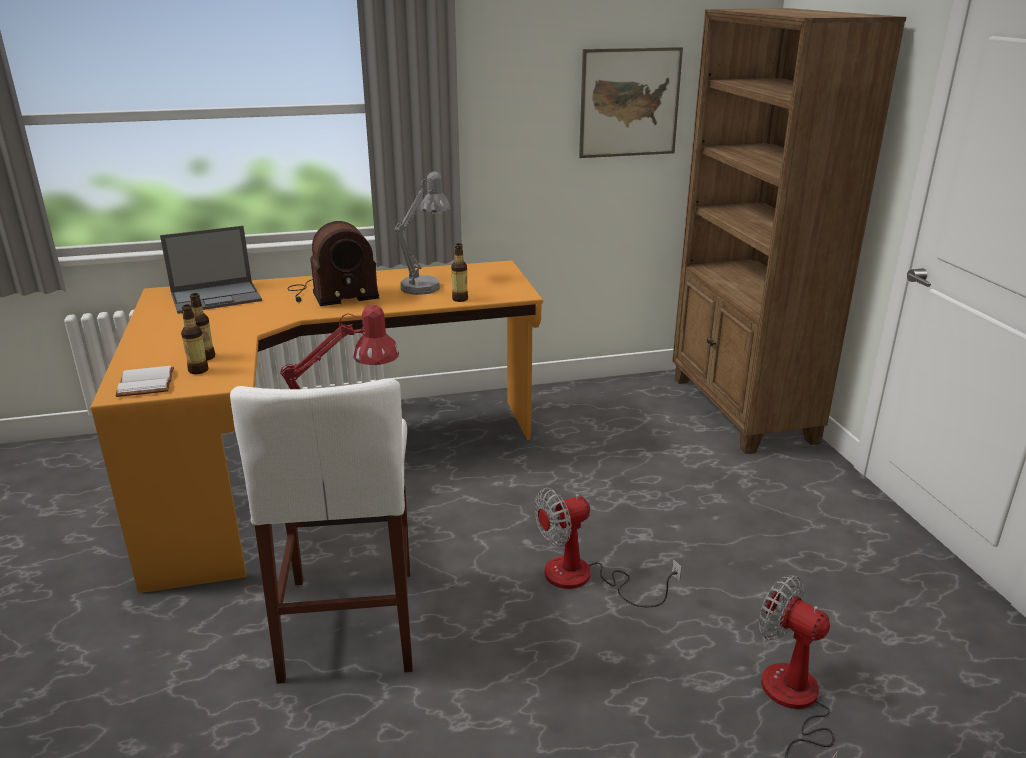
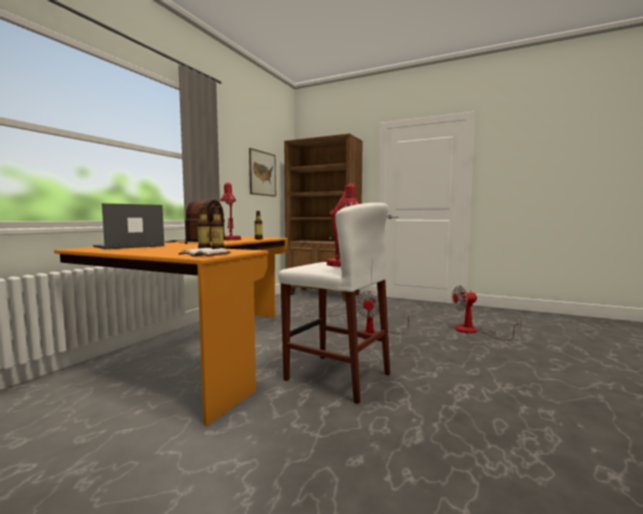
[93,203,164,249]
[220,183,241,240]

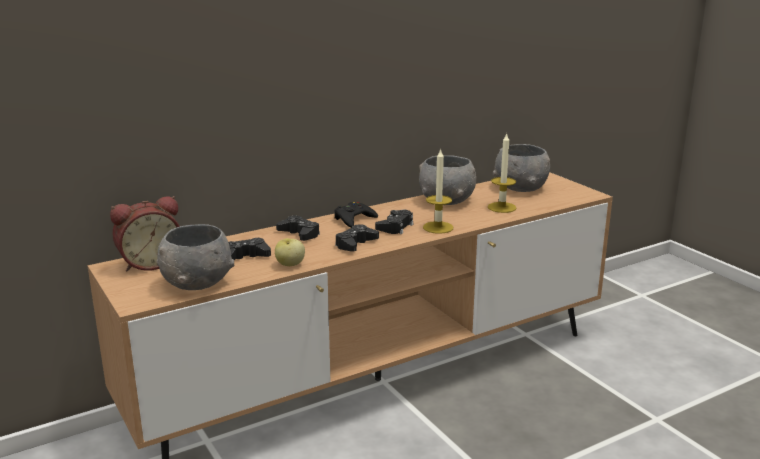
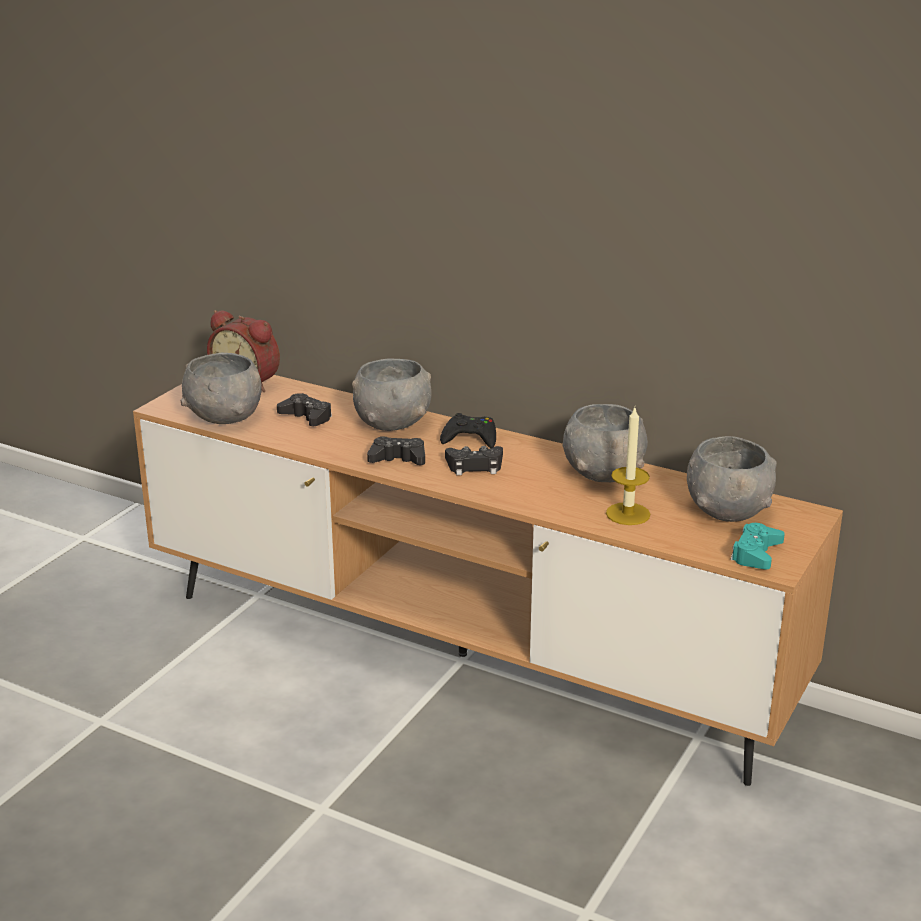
[352,358,432,431]
[730,523,785,569]
[275,238,305,266] (first image)
[423,148,453,234] (first image)

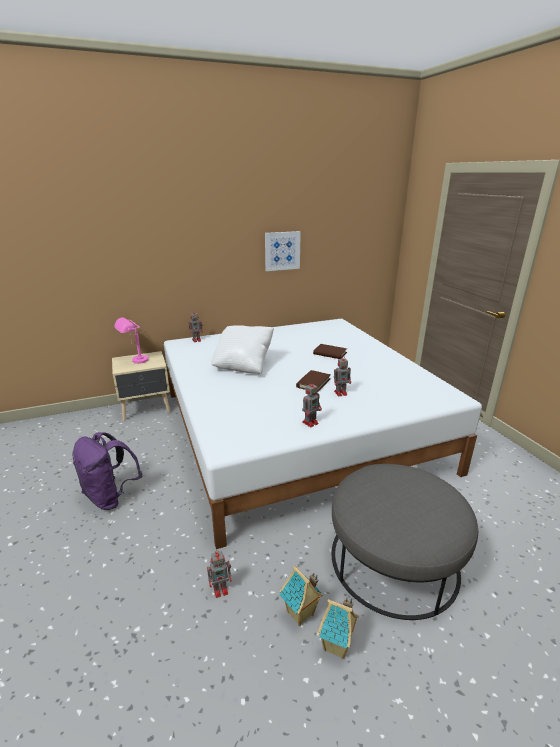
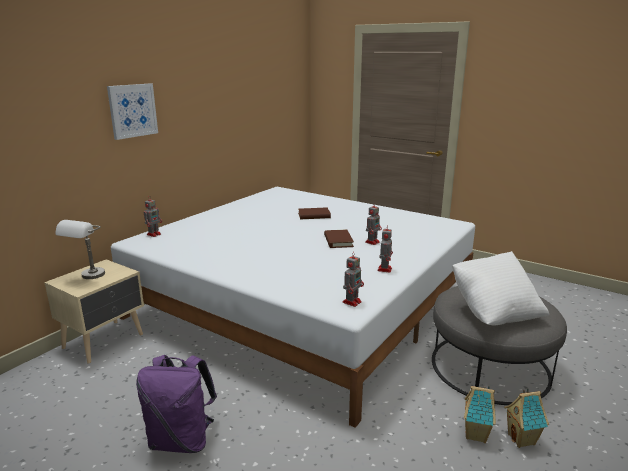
[55,220,105,279]
[107,83,158,140]
[342,253,364,307]
[452,251,549,325]

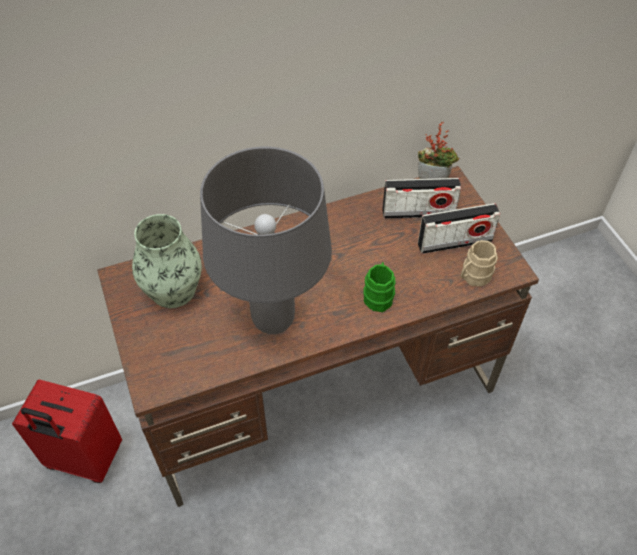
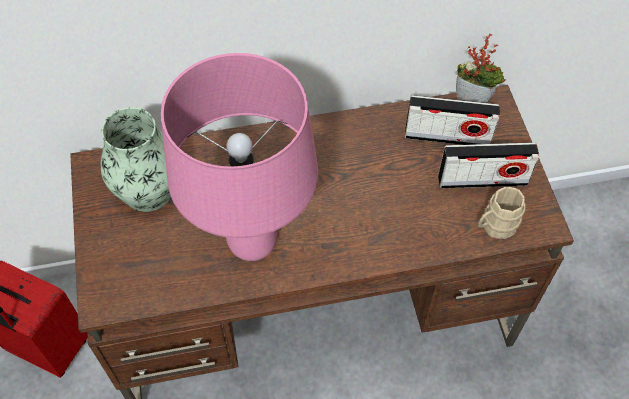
[161,53,318,261]
[363,262,396,312] (first image)

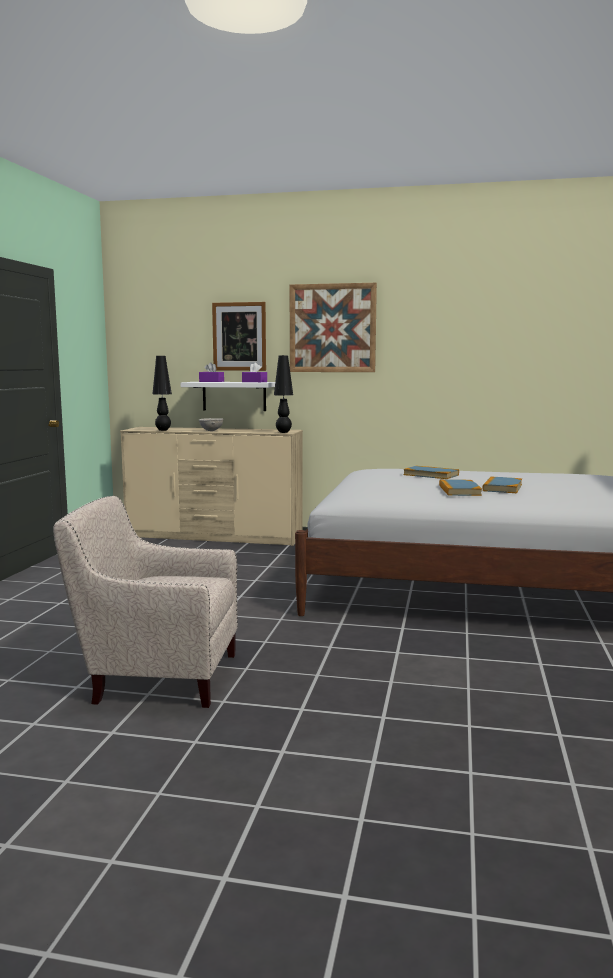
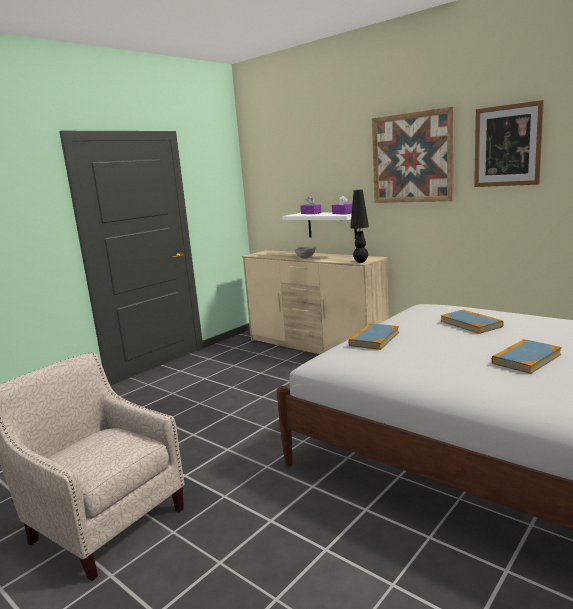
[348,323,399,350]
[474,100,544,187]
[153,356,172,431] (first image)

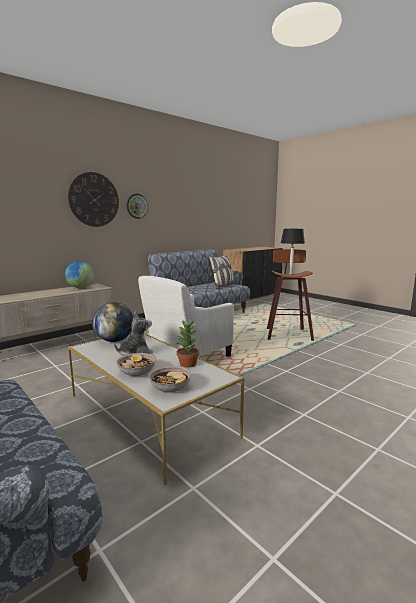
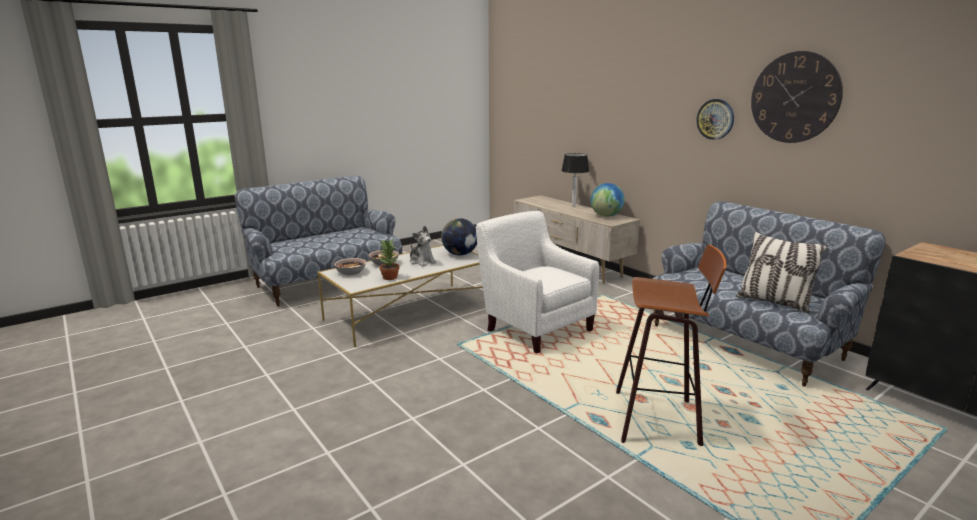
[561,153,589,207]
[751,51,843,143]

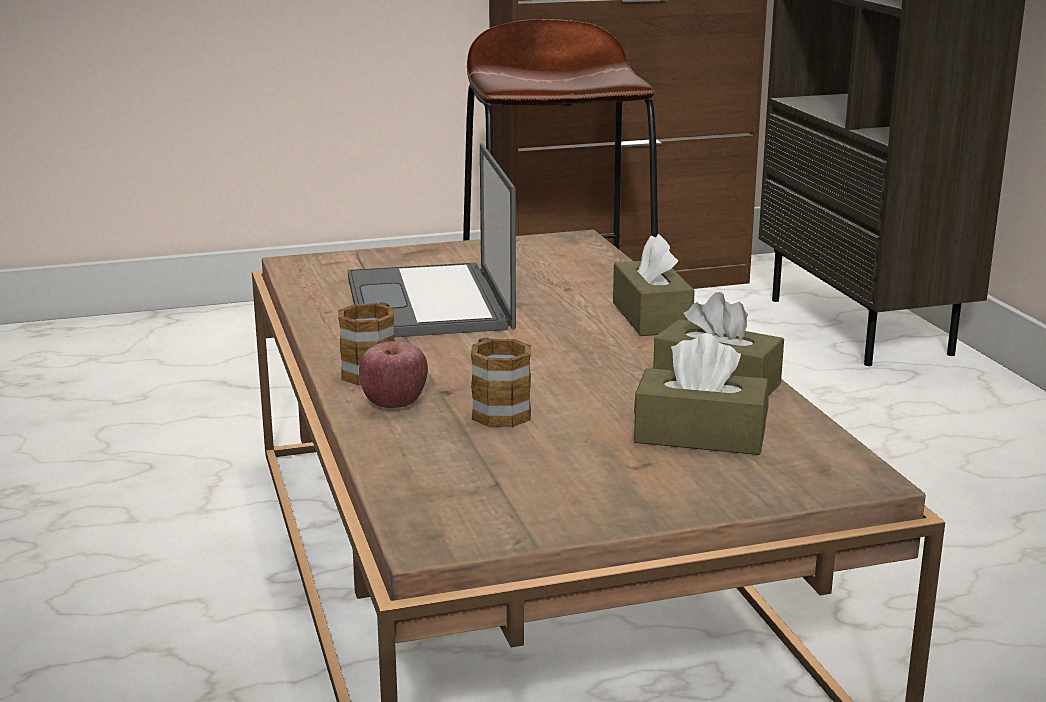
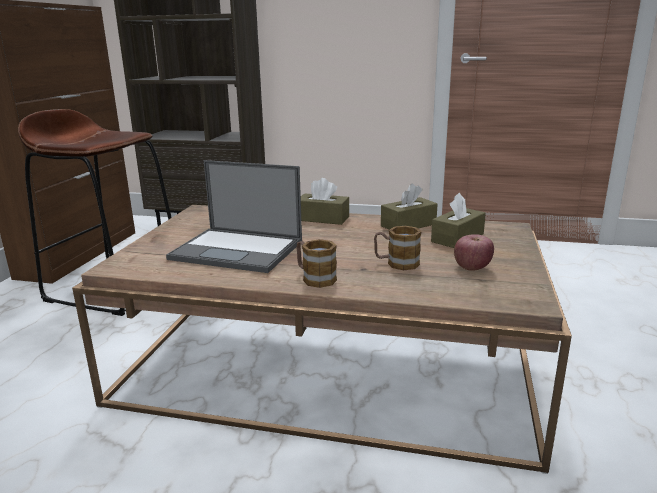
[454,234,494,271]

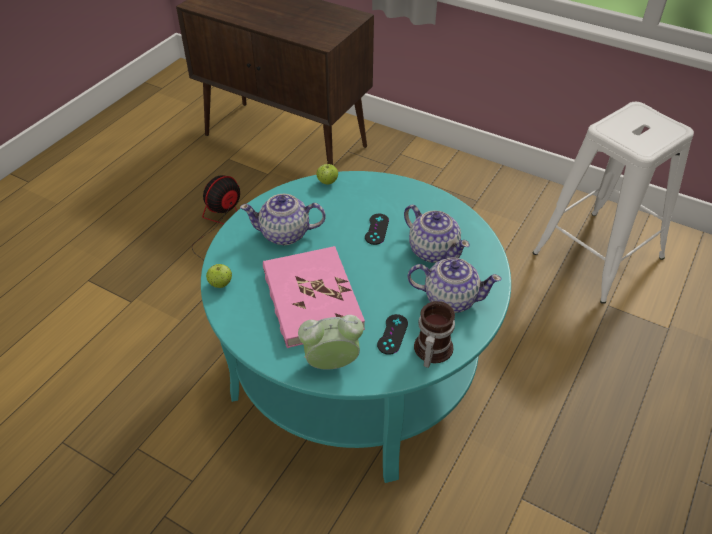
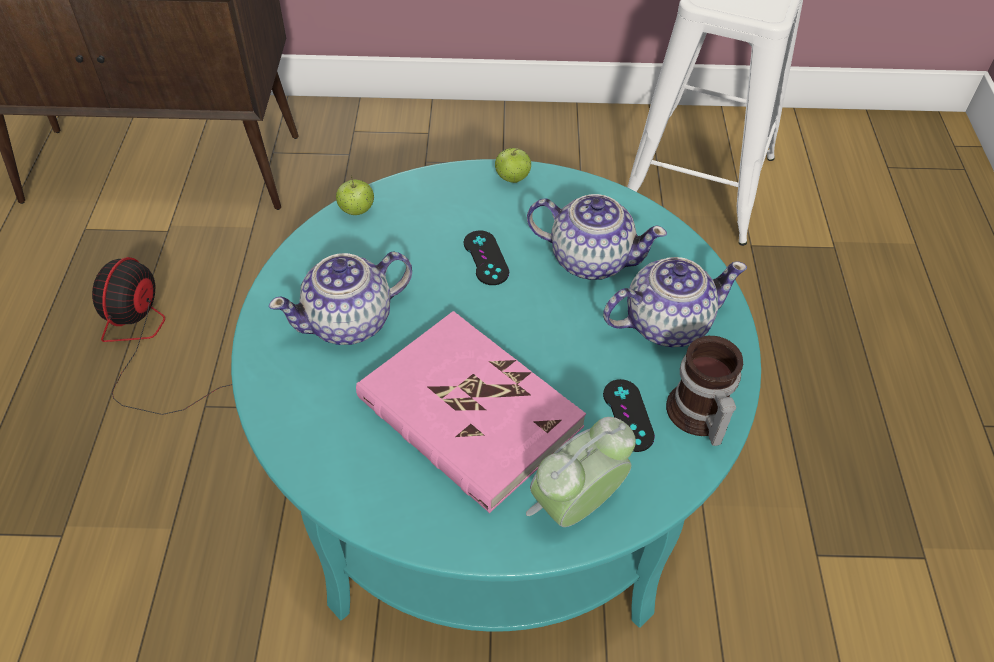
[495,148,531,183]

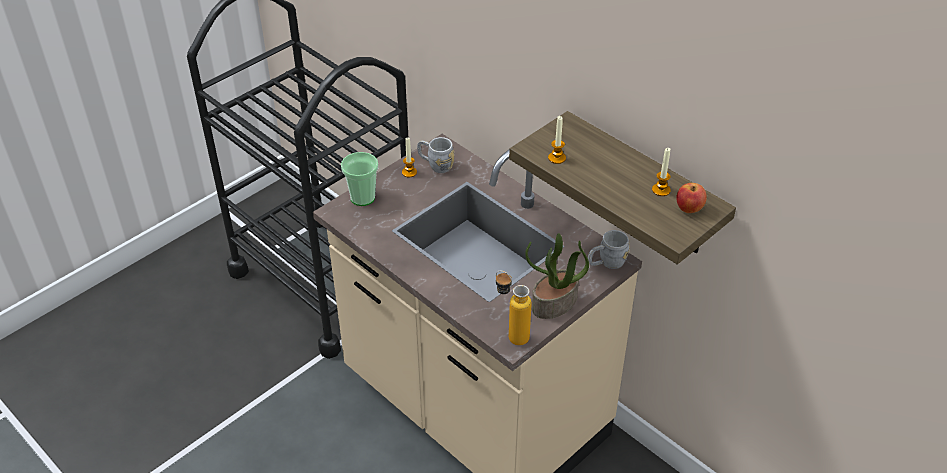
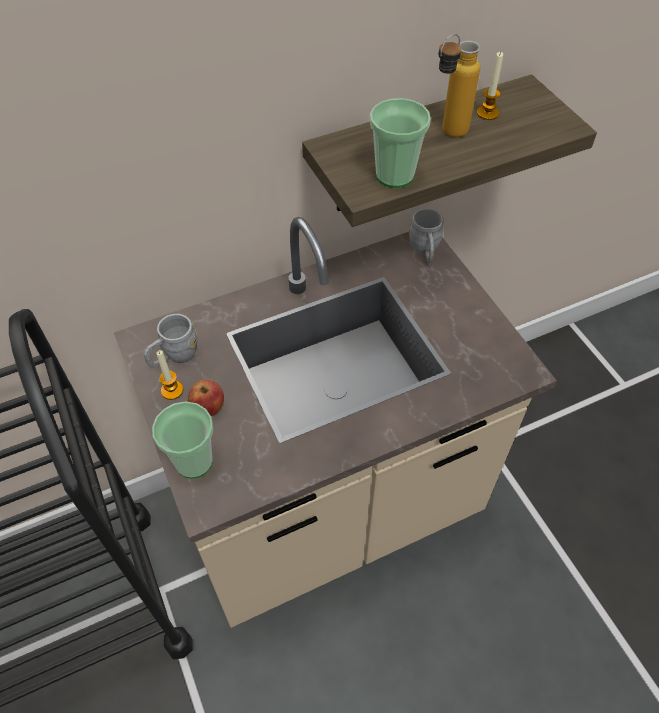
[188,379,224,416]
[370,98,431,188]
[438,34,480,137]
[525,233,589,319] (first image)

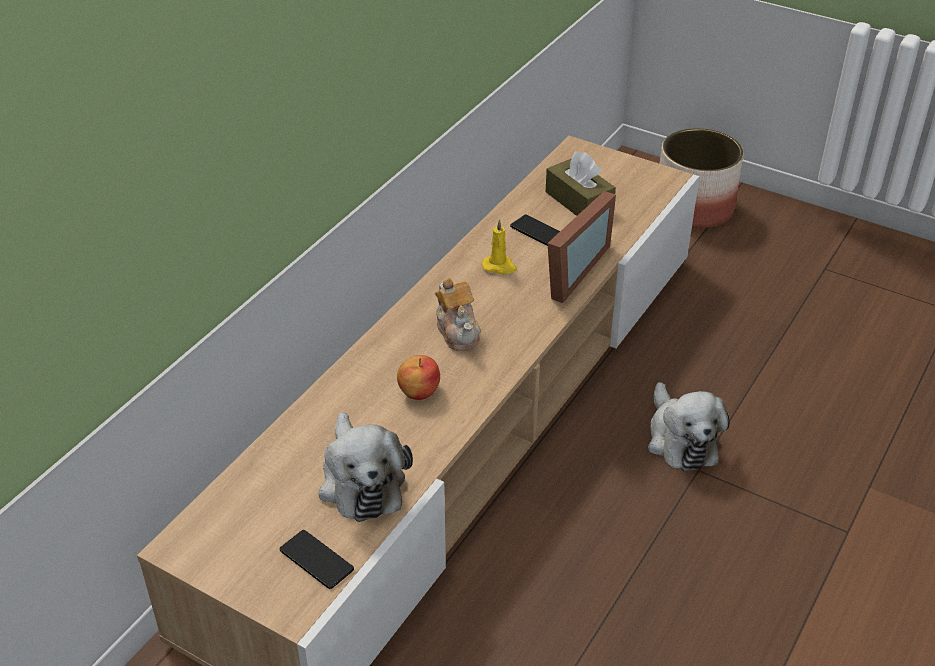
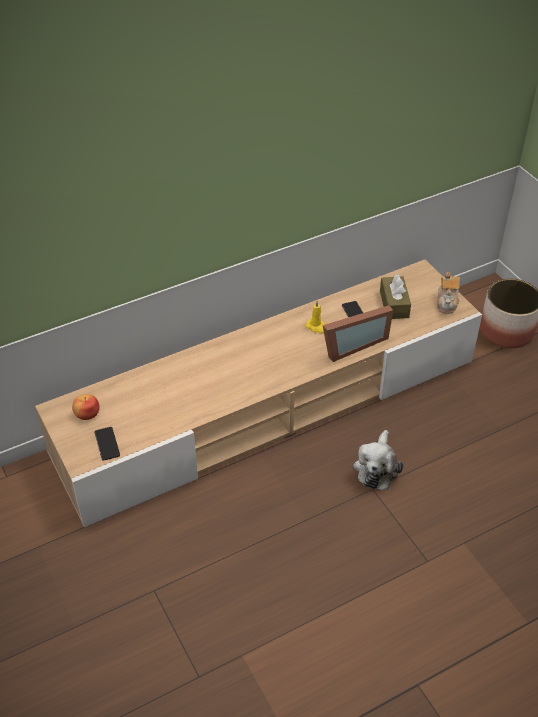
[72,394,100,420]
[437,272,460,314]
[318,412,413,522] (first image)

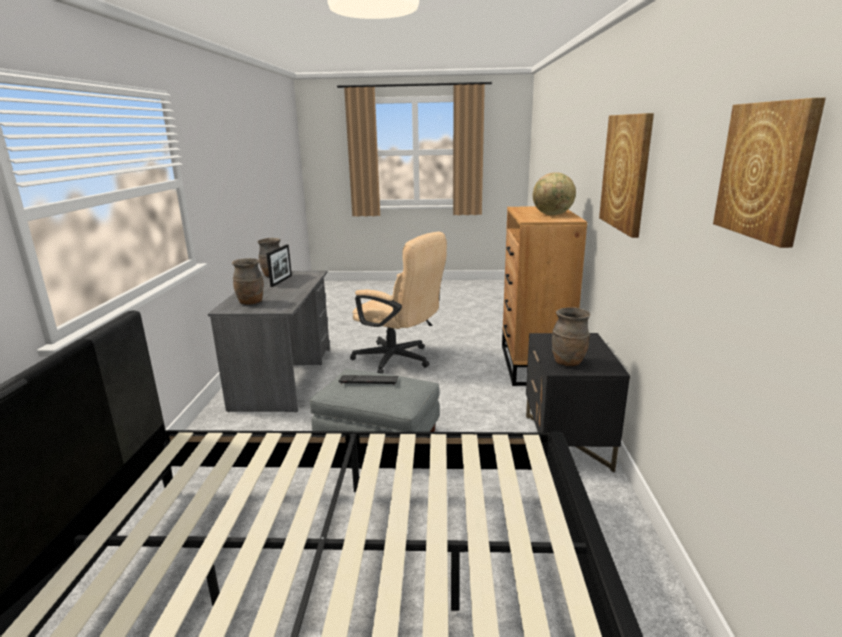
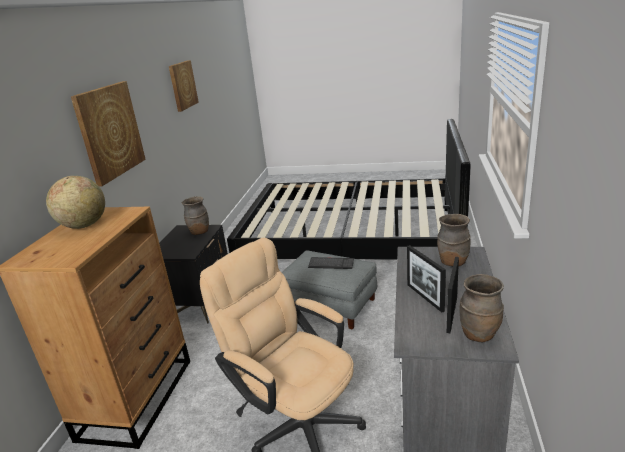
[407,245,446,312]

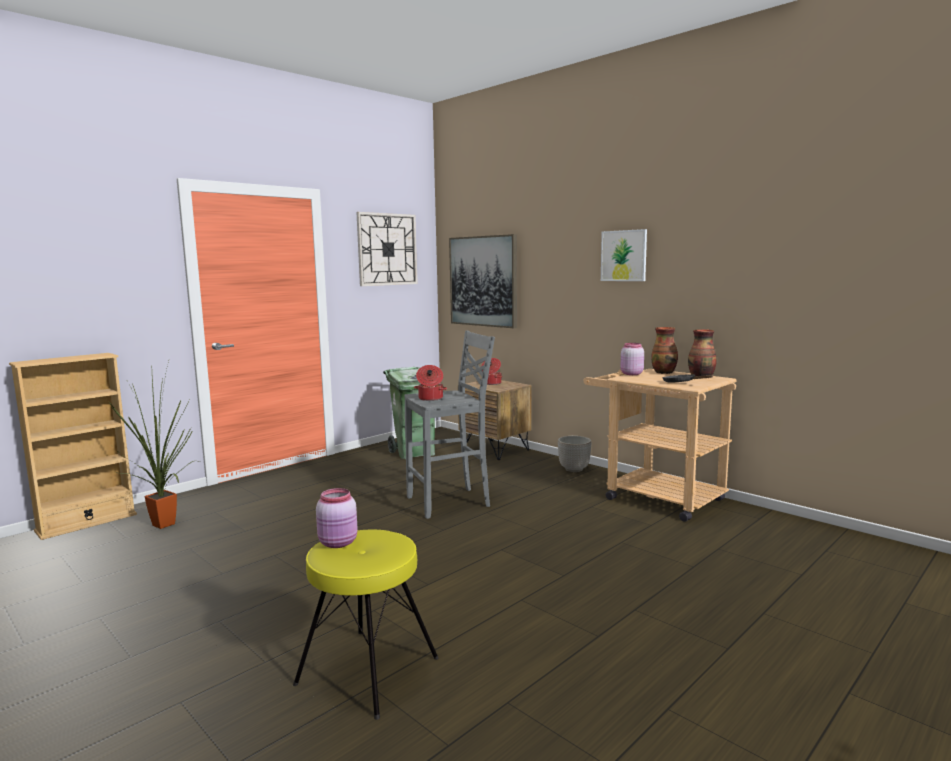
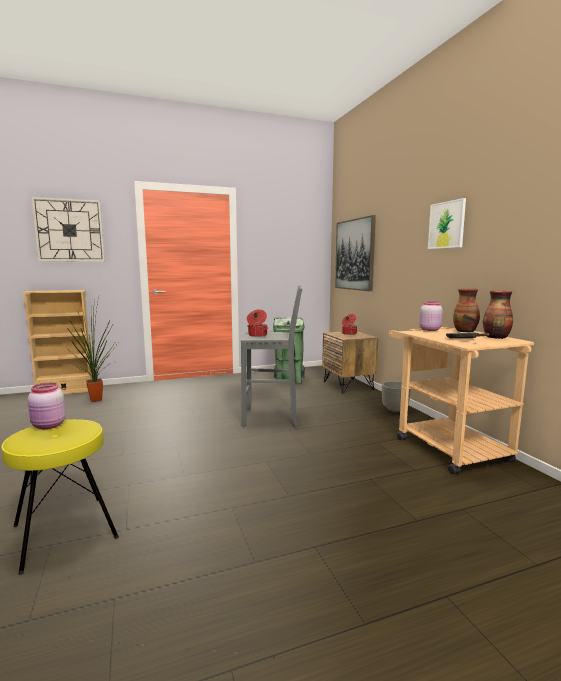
[31,197,105,262]

